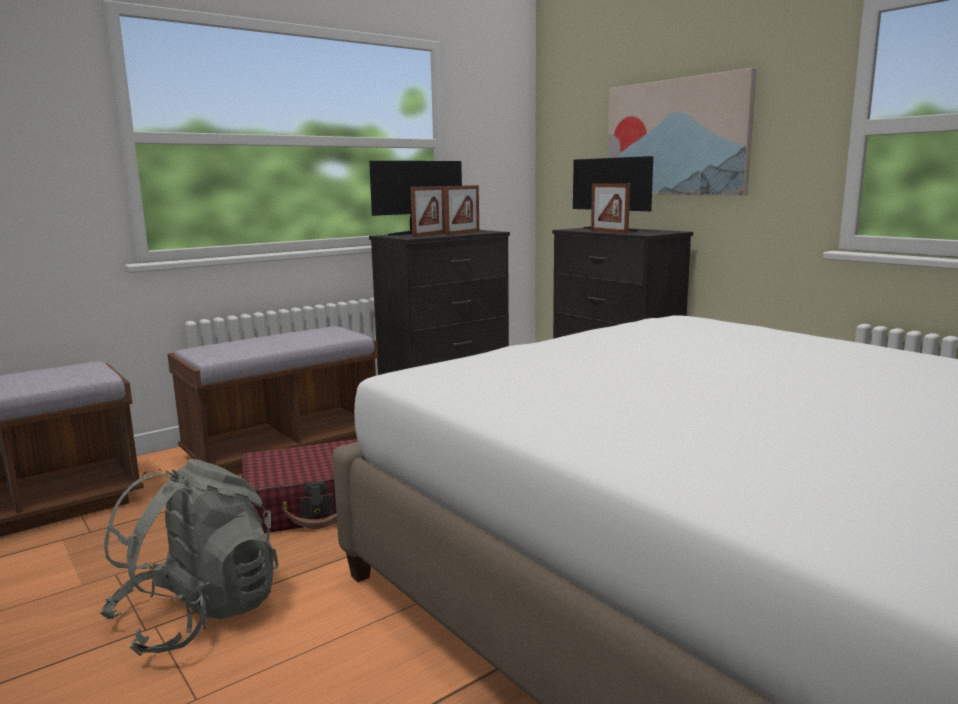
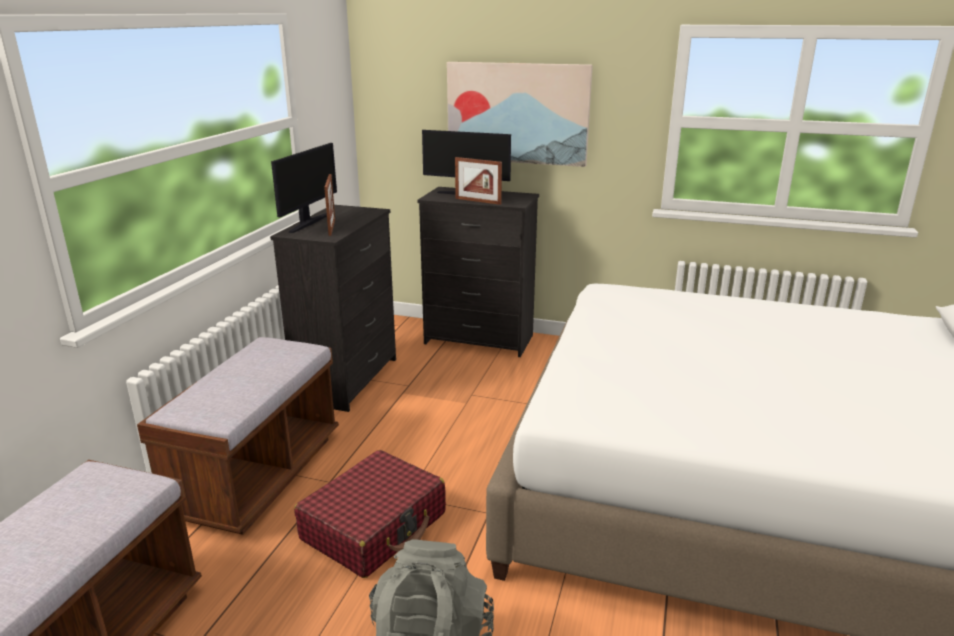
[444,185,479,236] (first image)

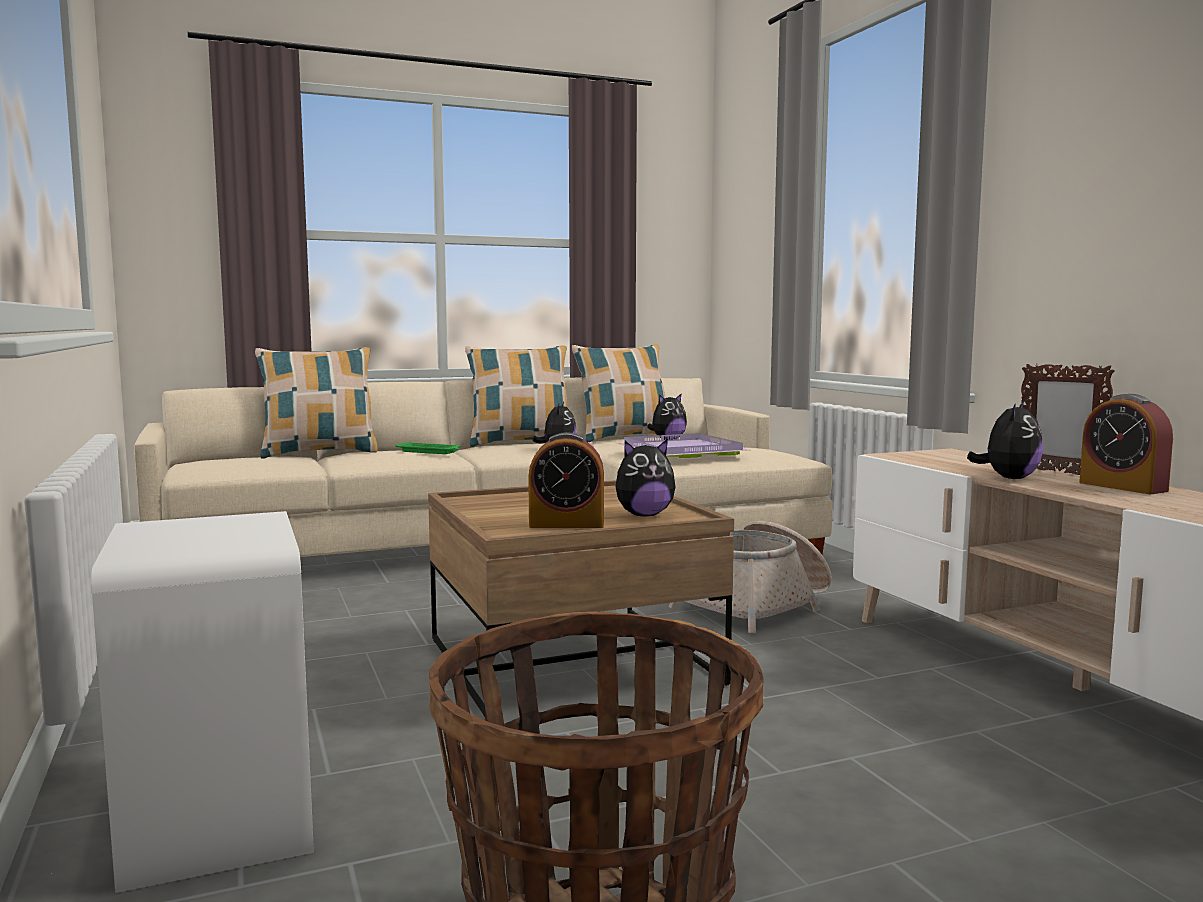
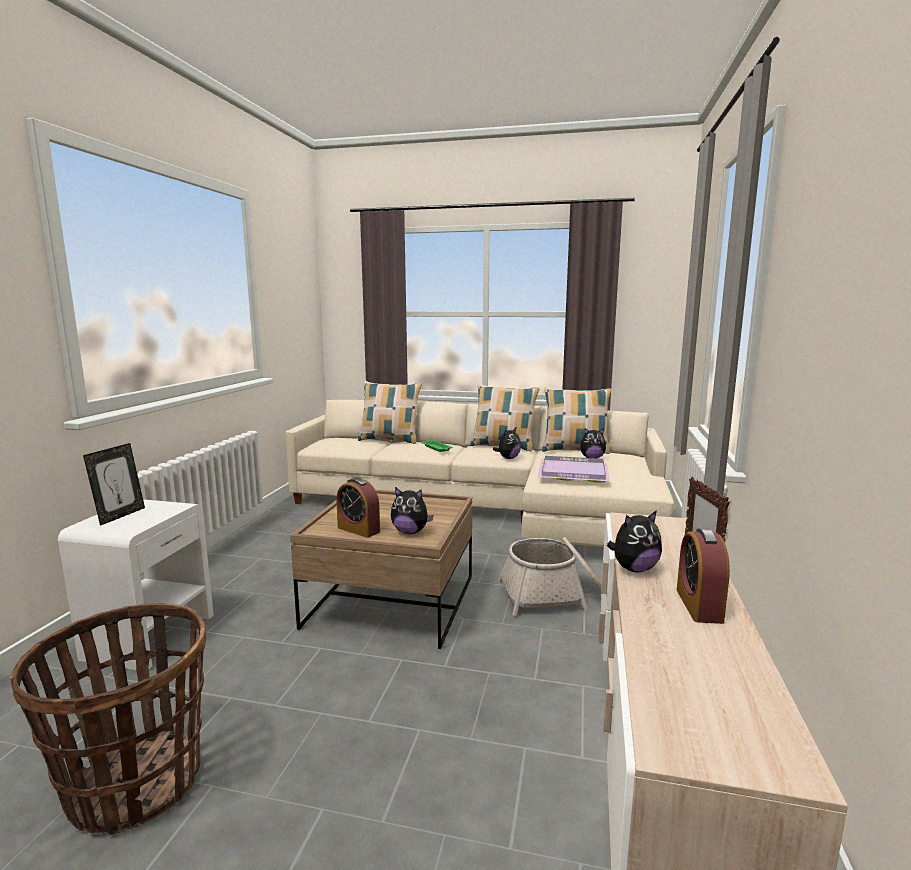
[83,443,145,526]

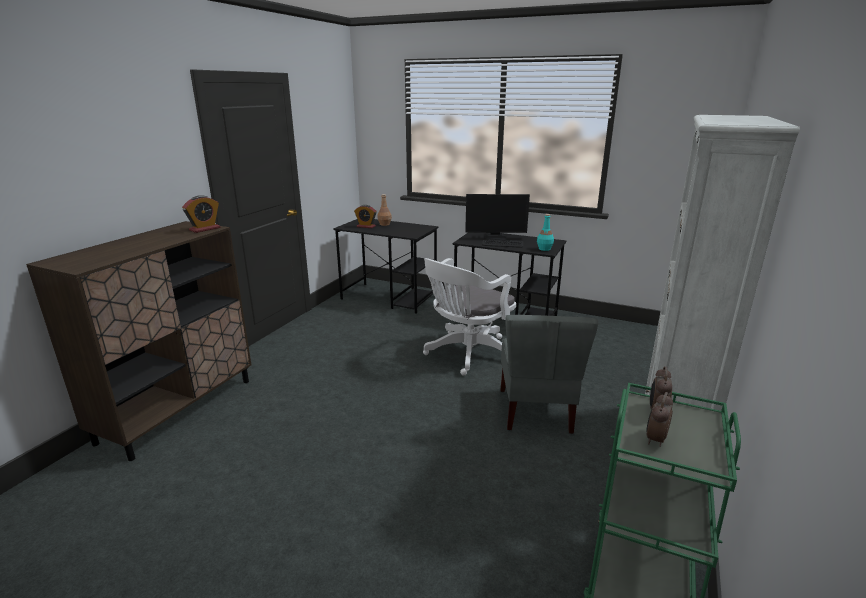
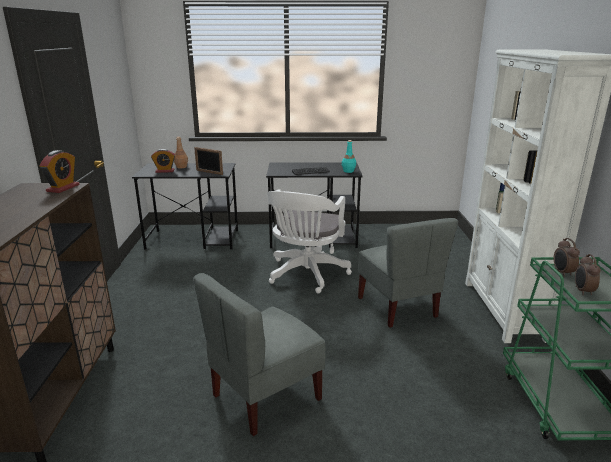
[193,273,325,436]
[194,147,223,175]
[465,194,530,240] (first image)

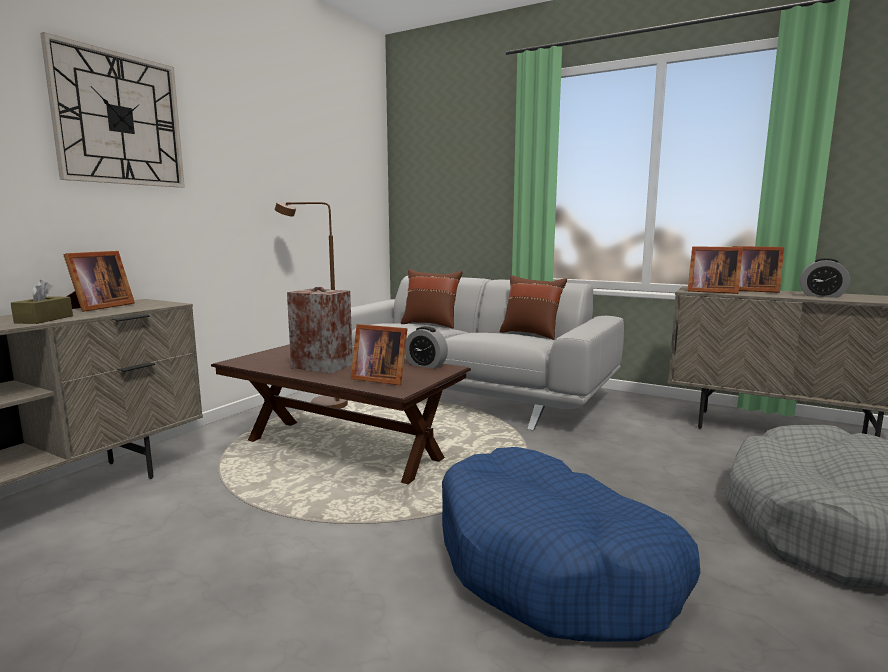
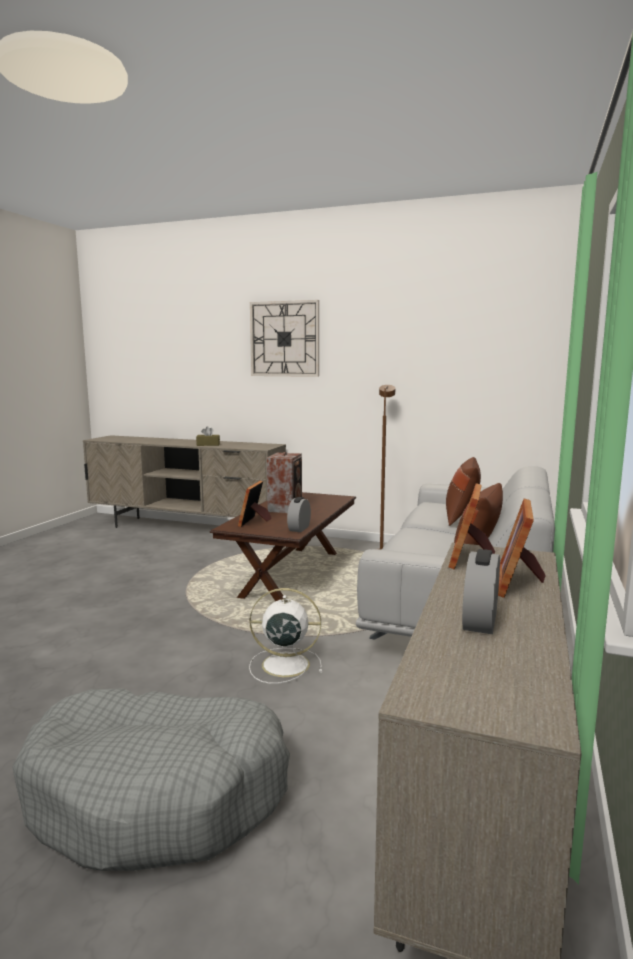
[249,588,322,684]
[63,251,135,312] (first image)
[442,447,700,642] (first image)

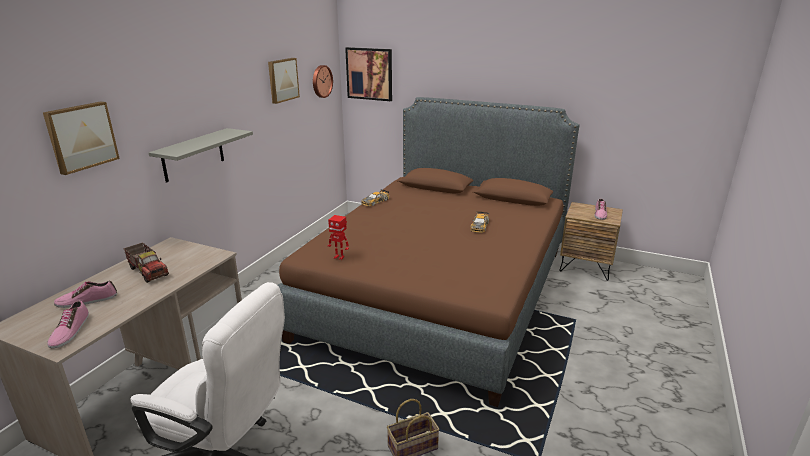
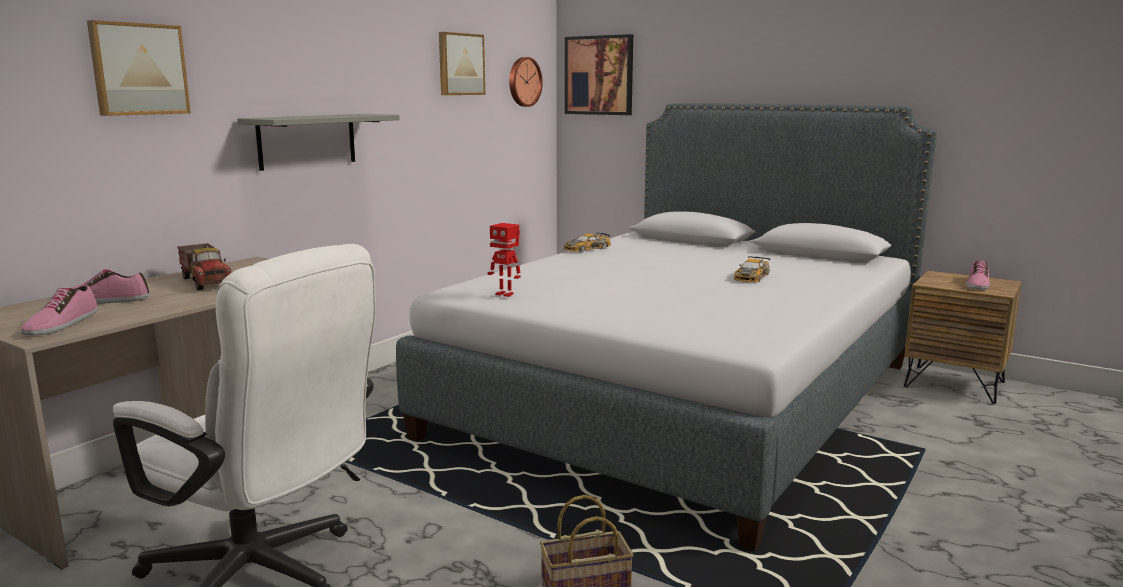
[396,103,937,552]

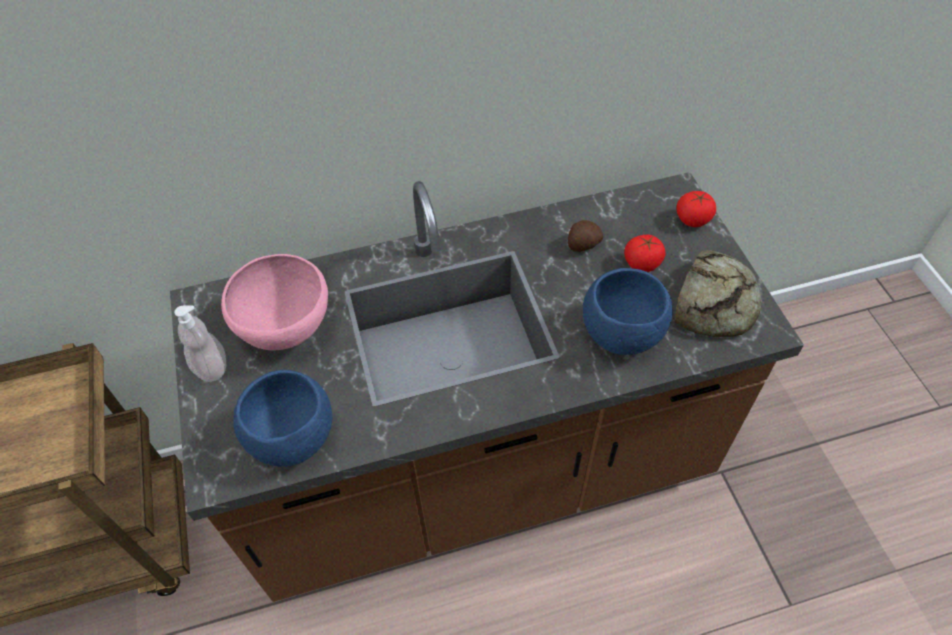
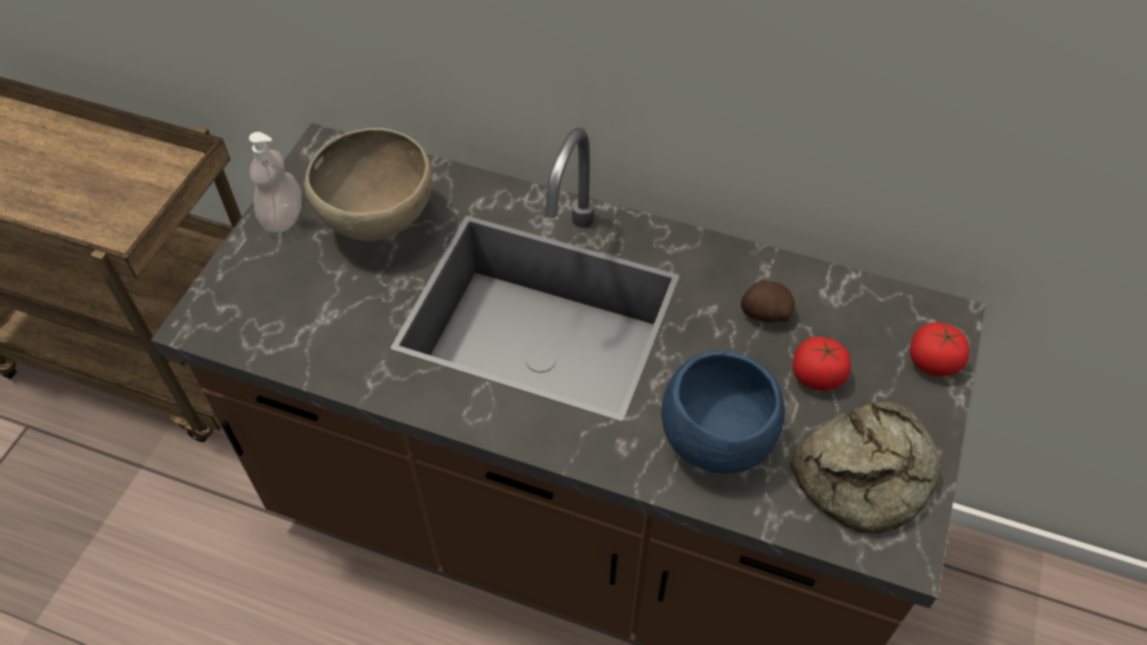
[304,128,433,241]
[233,370,332,467] (first image)

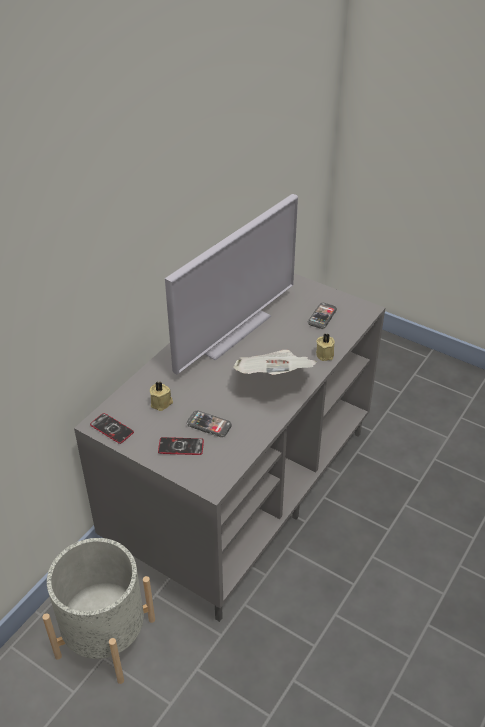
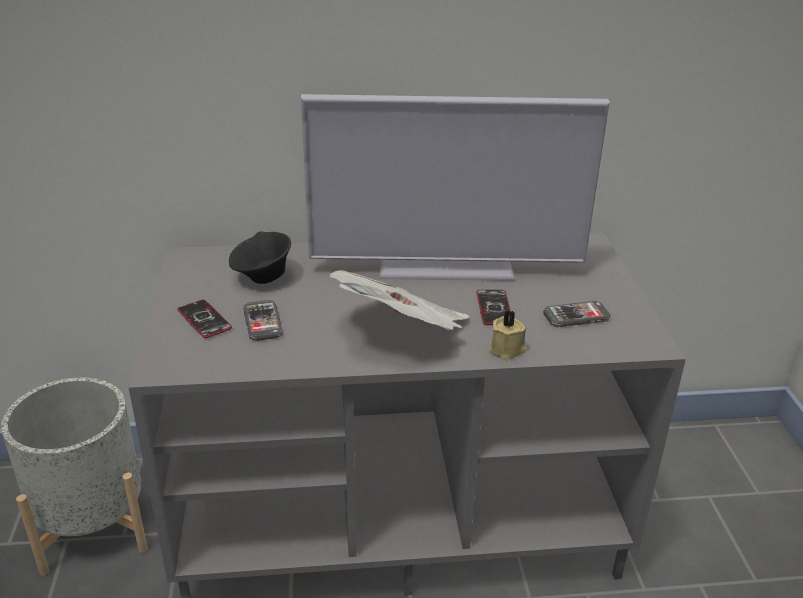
[229,231,291,284]
[477,290,511,325]

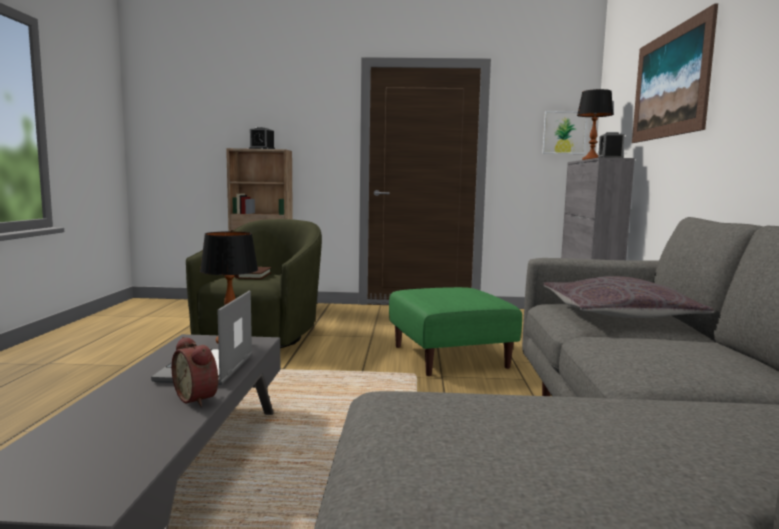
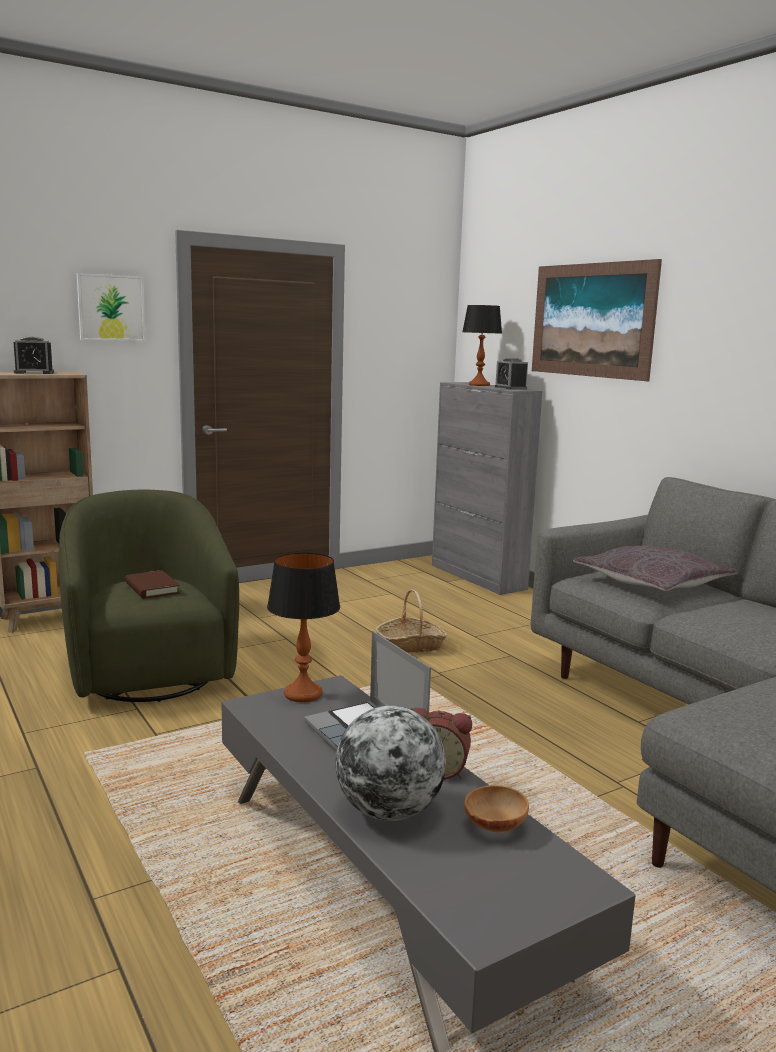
[77,273,146,341]
[335,706,446,821]
[376,589,448,653]
[464,785,529,833]

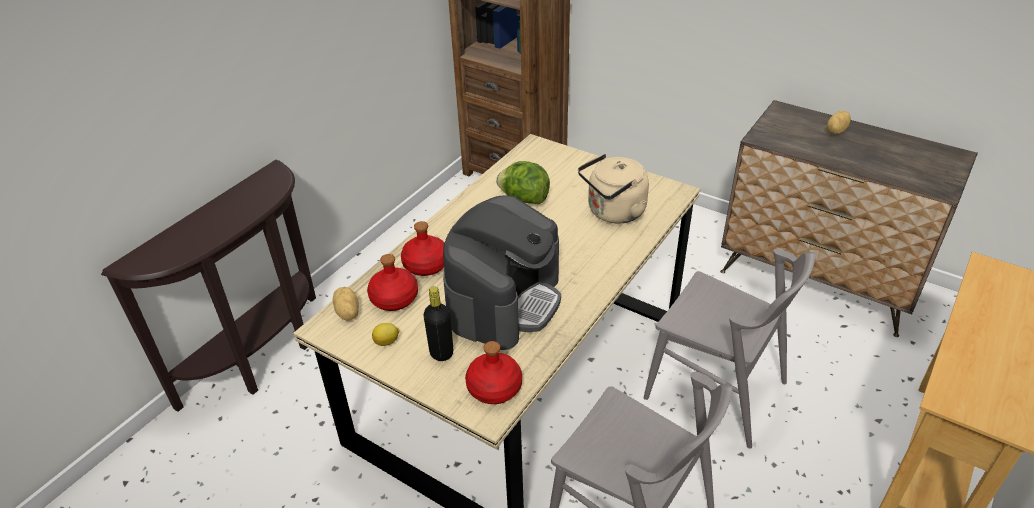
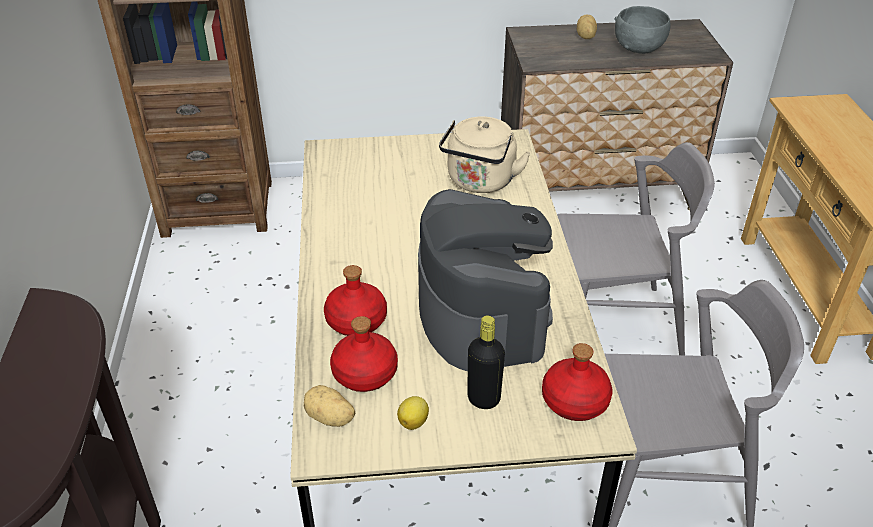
[614,6,670,54]
[496,161,550,204] (first image)

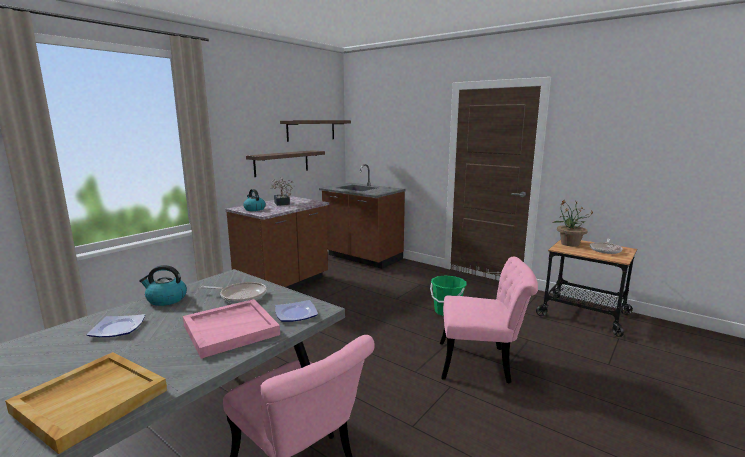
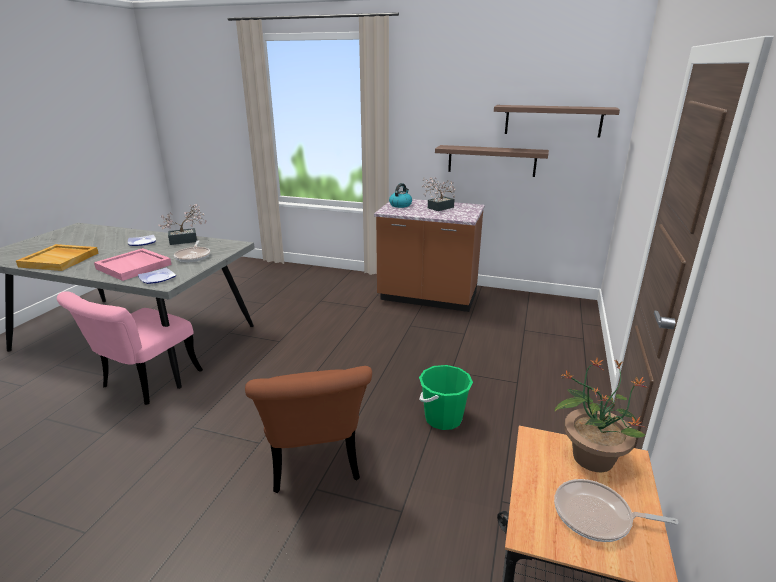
[158,204,206,245]
[245,366,372,493]
[319,164,406,269] (first image)

